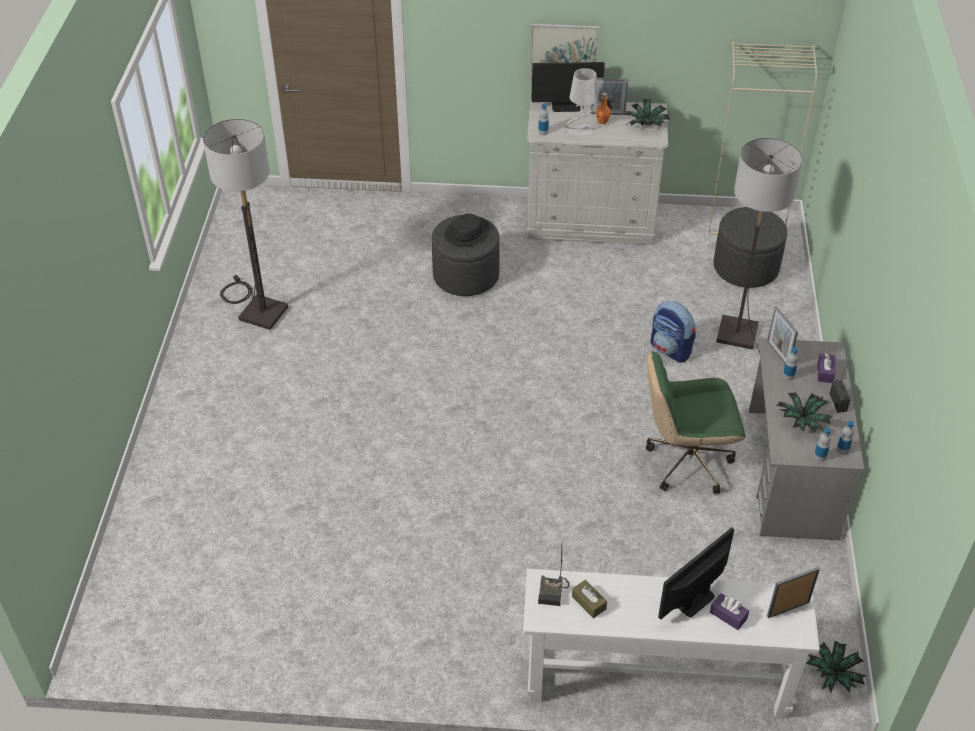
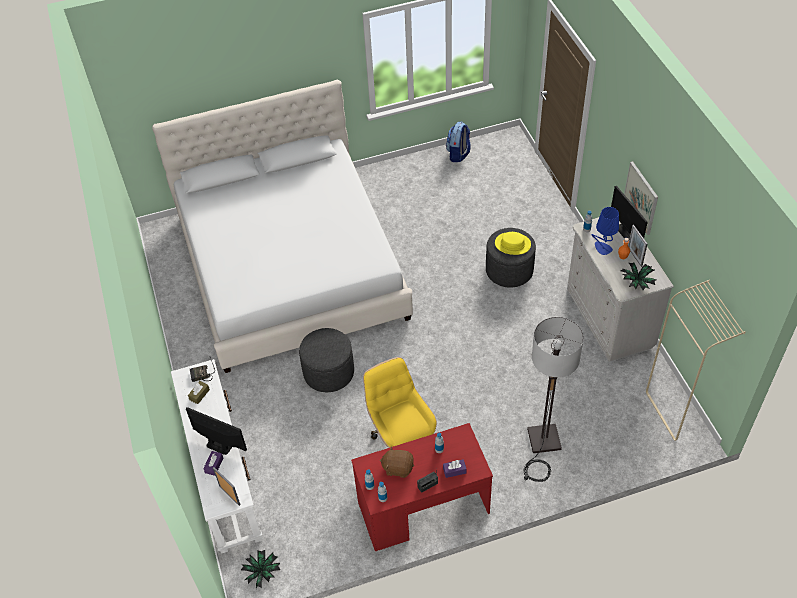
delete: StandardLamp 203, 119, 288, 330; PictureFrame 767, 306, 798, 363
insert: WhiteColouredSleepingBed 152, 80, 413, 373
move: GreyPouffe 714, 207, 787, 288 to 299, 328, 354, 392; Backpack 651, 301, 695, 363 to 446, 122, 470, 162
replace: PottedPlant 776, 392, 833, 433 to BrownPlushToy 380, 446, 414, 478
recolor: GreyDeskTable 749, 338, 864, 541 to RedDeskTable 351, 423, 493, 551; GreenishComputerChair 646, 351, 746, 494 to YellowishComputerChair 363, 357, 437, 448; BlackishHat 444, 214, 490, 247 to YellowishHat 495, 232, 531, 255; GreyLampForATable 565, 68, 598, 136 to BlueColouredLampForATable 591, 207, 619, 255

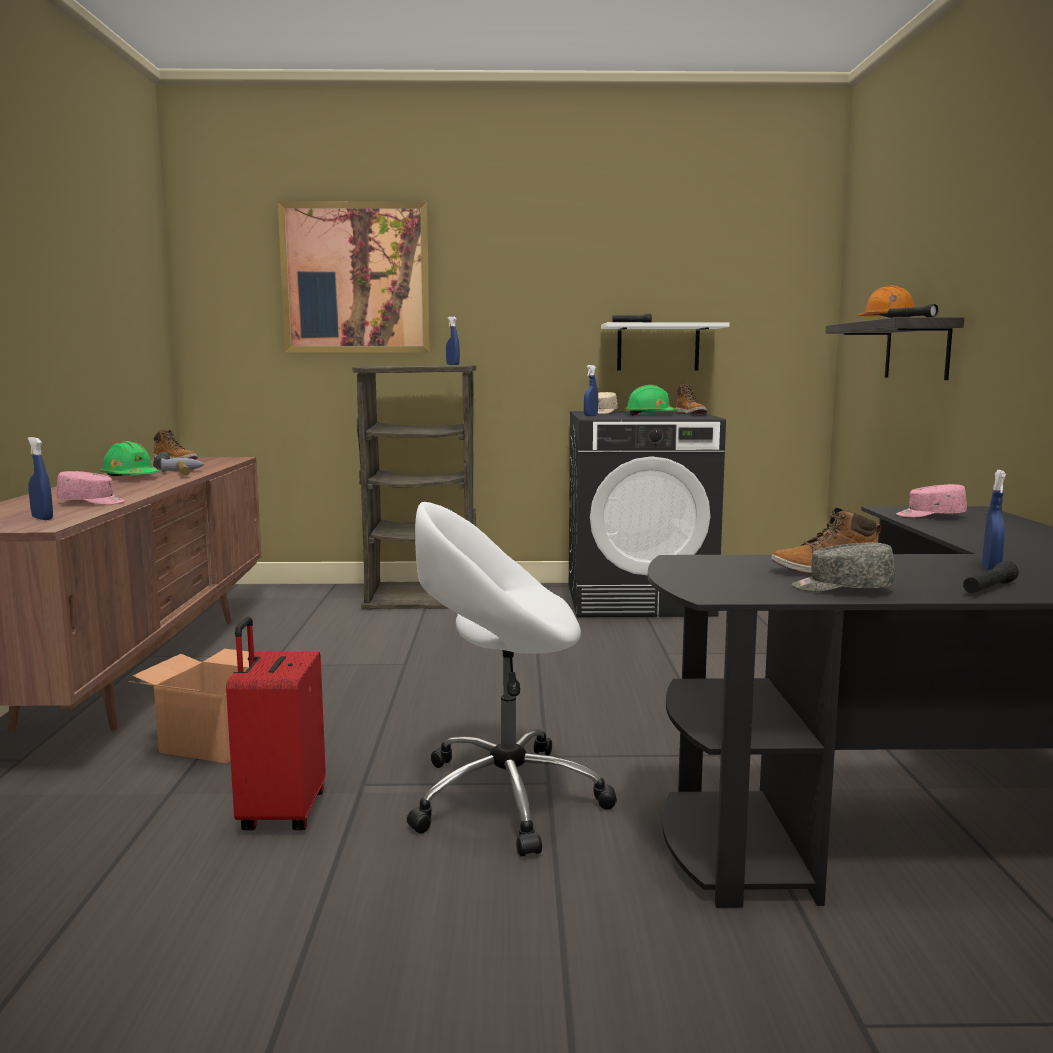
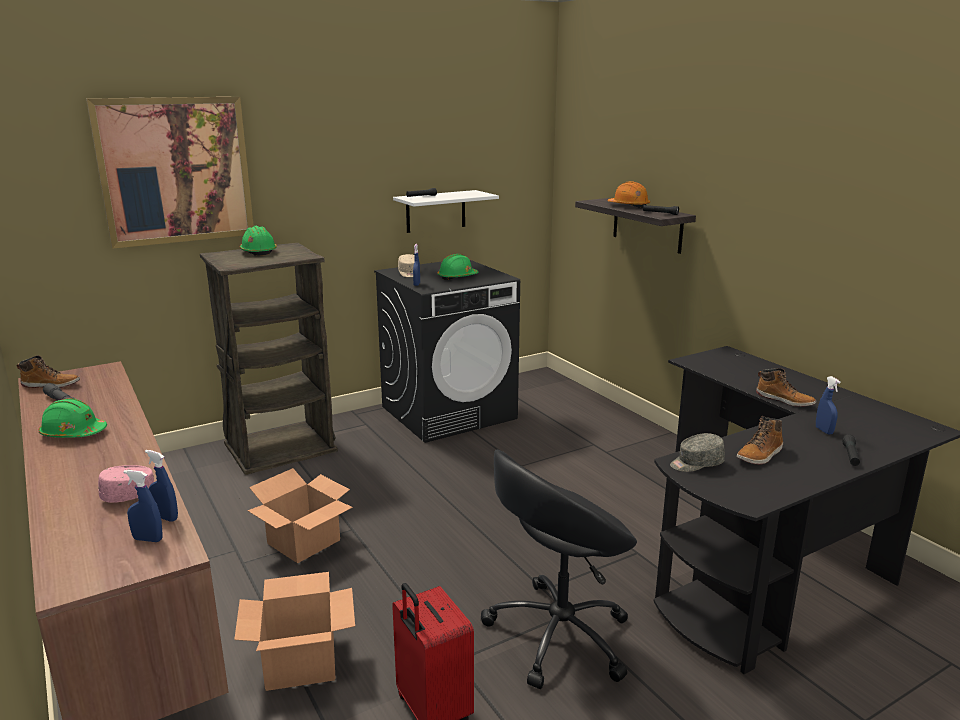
delete: ToolHammer 160, 458, 204, 476; PinkishPeakedCap 896, 484, 967, 517
insert: GreenishWorkHelmet 240, 226, 277, 256; Carton 247, 468, 353, 563
move: BlueColouredHandSprayer 446, 316, 460, 365 to 145, 450, 178, 521; GreyPeakedCap 792, 542, 895, 592 to 670, 433, 725, 472; TallBoot 676, 384, 707, 414 to 756, 368, 816, 407
recolor: WhiteColouredComputerChair 407, 502, 617, 857 to BlackishComputerChair 481, 449, 637, 689

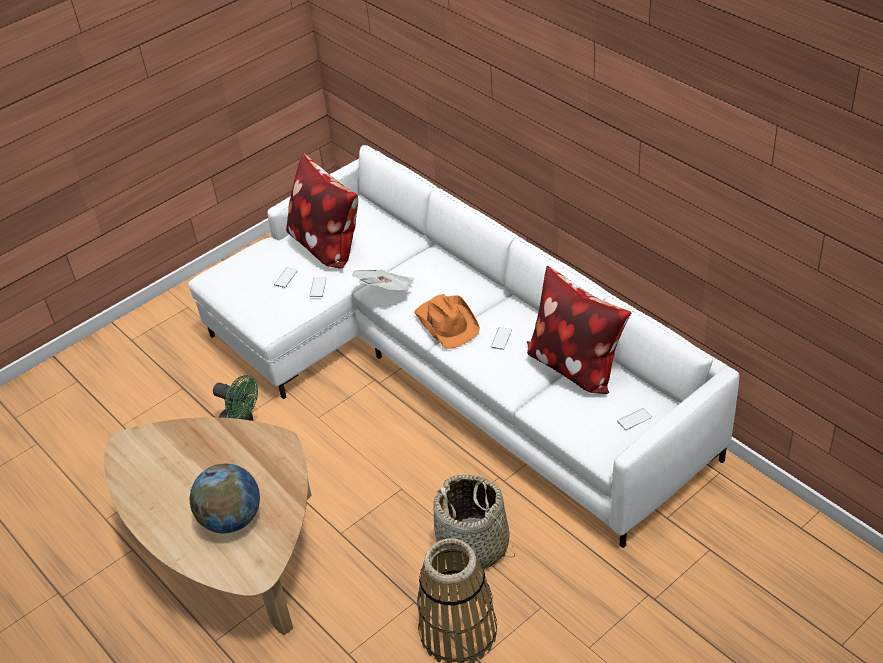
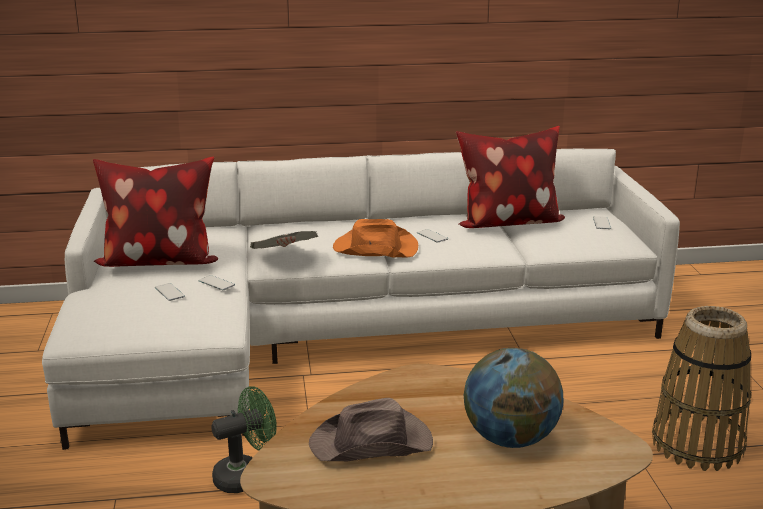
delete: HouseholdBasket 433, 474, 515, 570
insert: BrownHat 309, 398, 433, 461

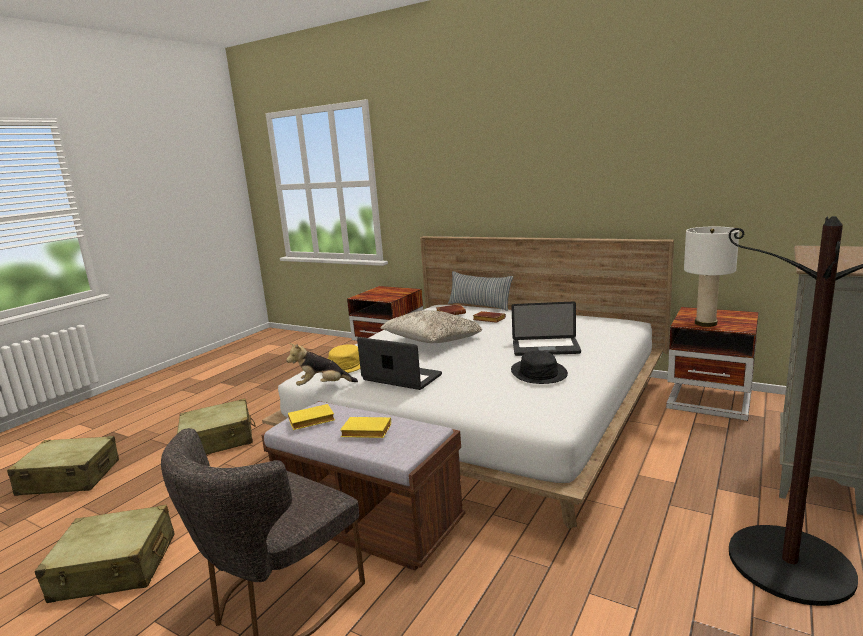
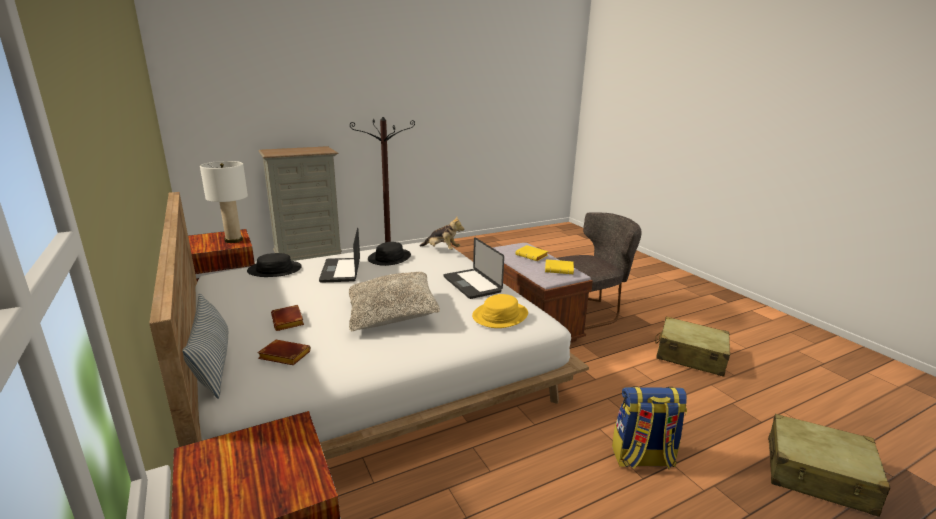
insert: BlackishHat 247, 253, 302, 277
move: PlushToy 286, 343, 358, 386 to 420, 217, 464, 250
replace: BeigePieceOfLuggage 177, 399, 256, 455 to Backpack 612, 386, 687, 469
rotate: Laptop 511, 302, 581, 356 = 319, 227, 360, 283 135 degrees counterclockwise

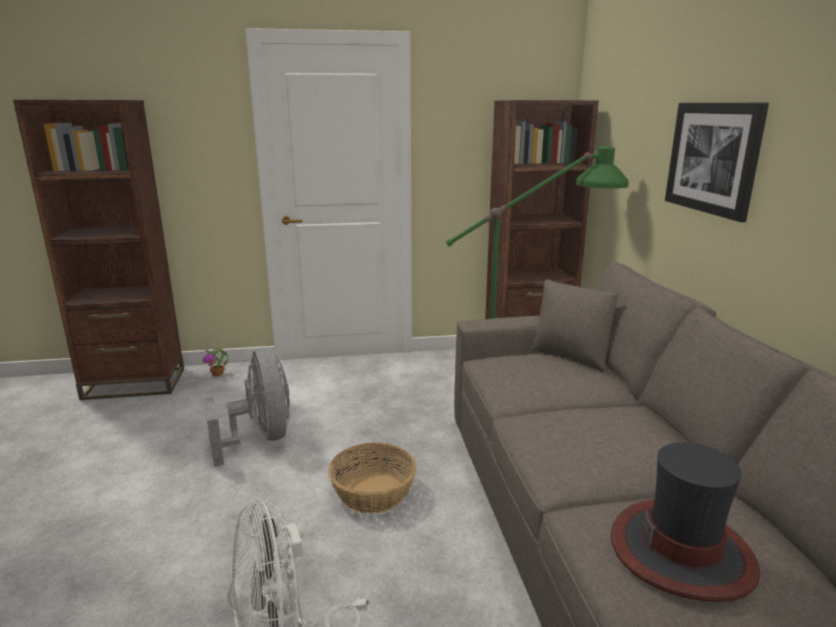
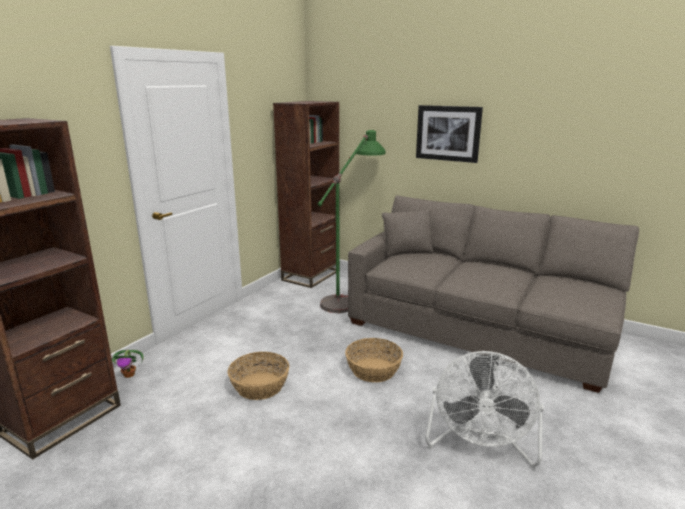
delete: Hat 611, 443, 760, 602
replace: GreyCoolingFan 204, 348, 290, 467 to HouseholdBasket 228, 352, 289, 400

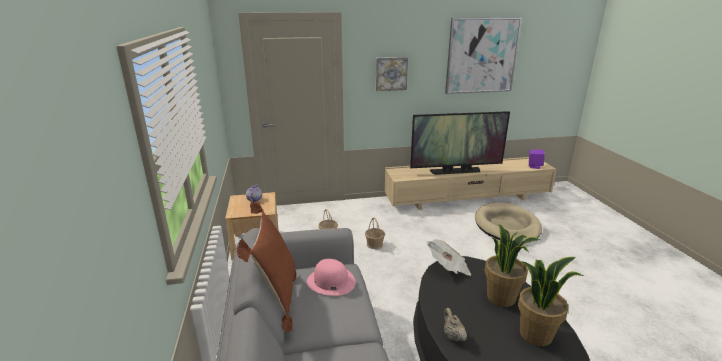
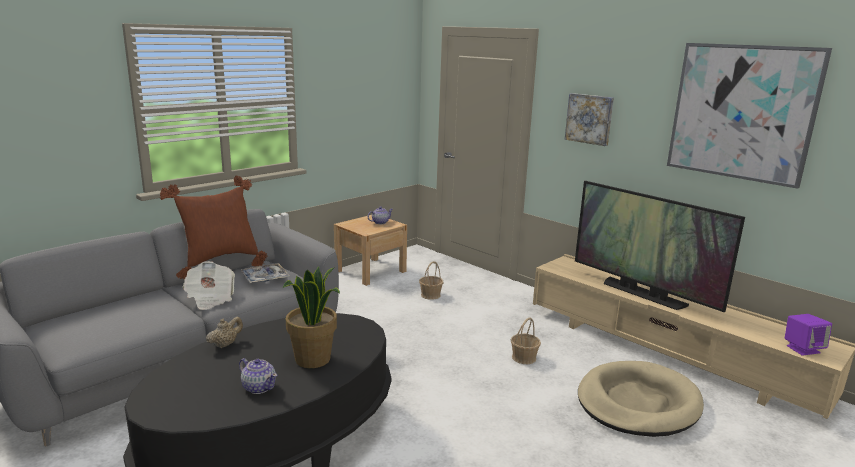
move: Newspaper 427, 239, 471, 276 to 183, 261, 235, 310; HouseholdBasket 365, 217, 385, 249 to 510, 318, 541, 364
replace: PottedPlant 518, 257, 583, 346 to PotForTea 239, 358, 277, 394; PinkishHat 307, 259, 356, 296 to Tray 241, 263, 290, 283

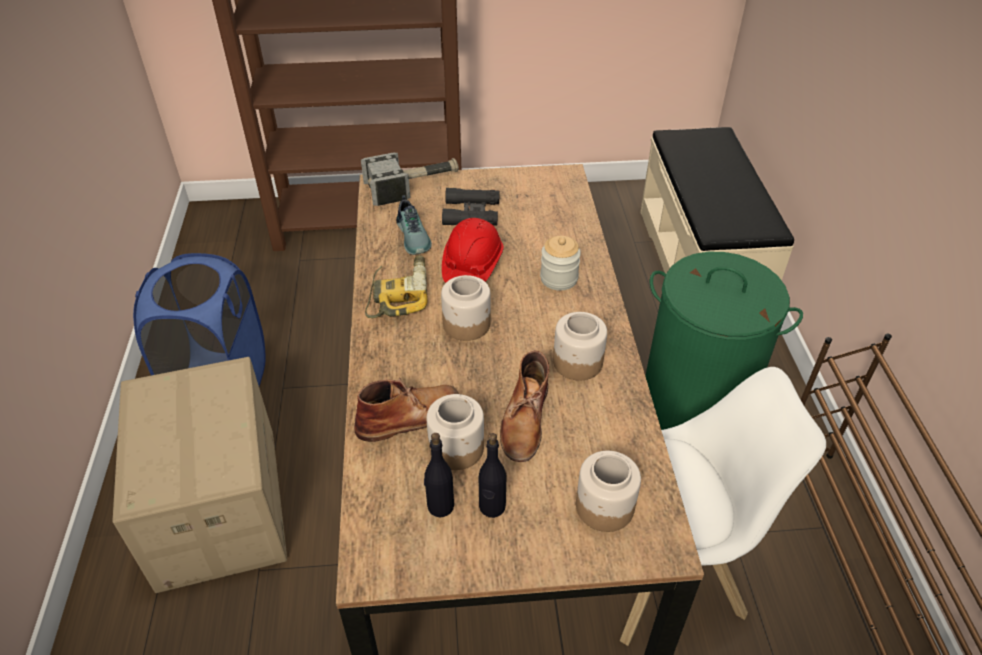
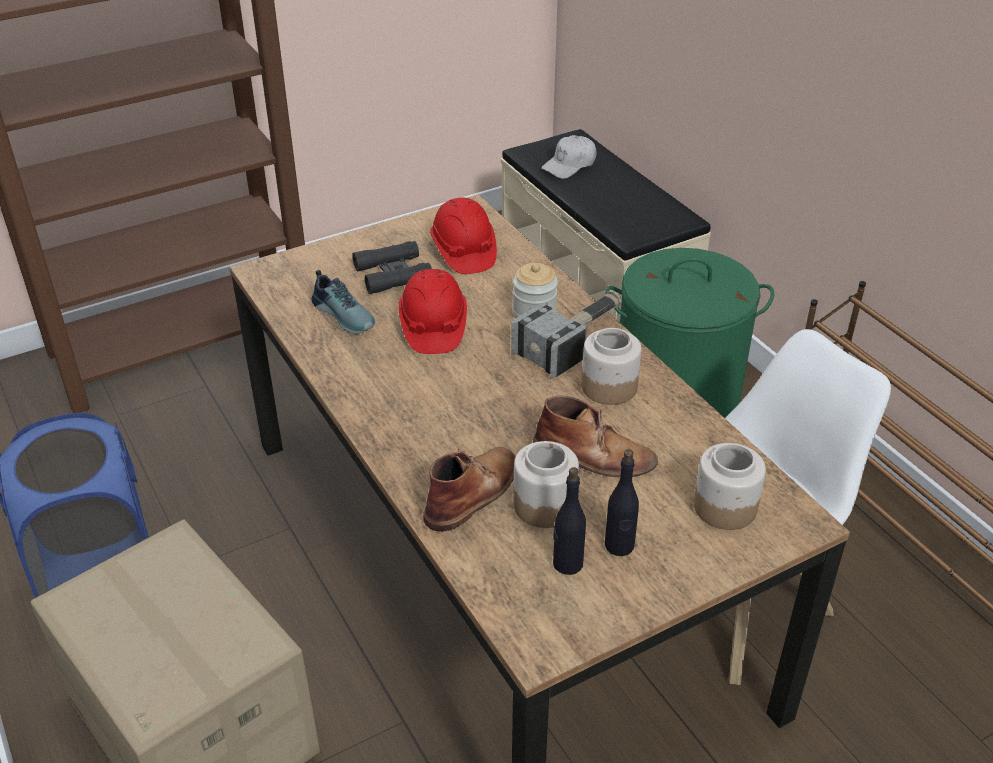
delete: Drill 365, 255, 428, 318; PreserveJar 441, 275, 491, 341
insert: RedWorkHelmet 430, 197, 497, 274; WhiteColouredPeakedCap 541, 135, 597, 179
move: ToolHammer 361, 153, 459, 206 to 511, 291, 622, 378
rotate: BrownTallBoot 500, 350, 549, 462 = 533, 395, 658, 477 60 degrees counterclockwise

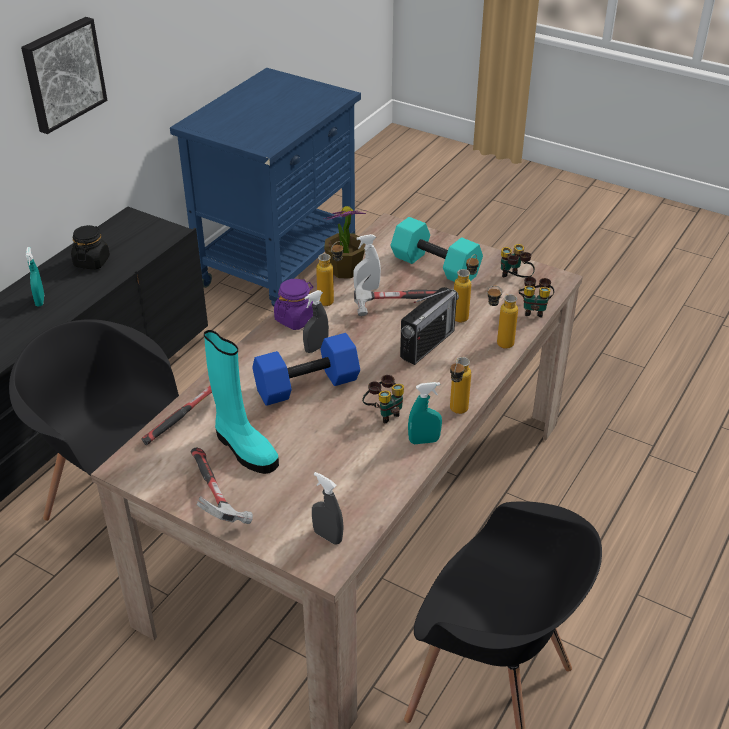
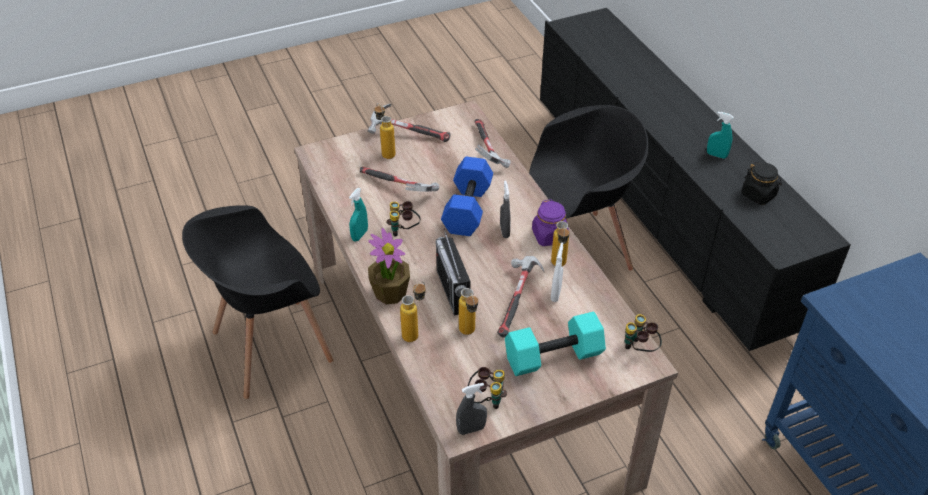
delete: WallArt 21, 17, 107, 134; TurquoiseColouredTallBoot 204, 330, 279, 474
insert: ToolHammer 360, 167, 439, 192
move: PottedPlant 324, 206, 366, 279 to 368, 228, 410, 304; BeverageBottle 450, 357, 471, 414 to 375, 103, 396, 159; GreyHandSprayer 312, 472, 344, 545 to 456, 383, 487, 435; PairOfBinoculars 519, 277, 554, 318 to 625, 314, 662, 352

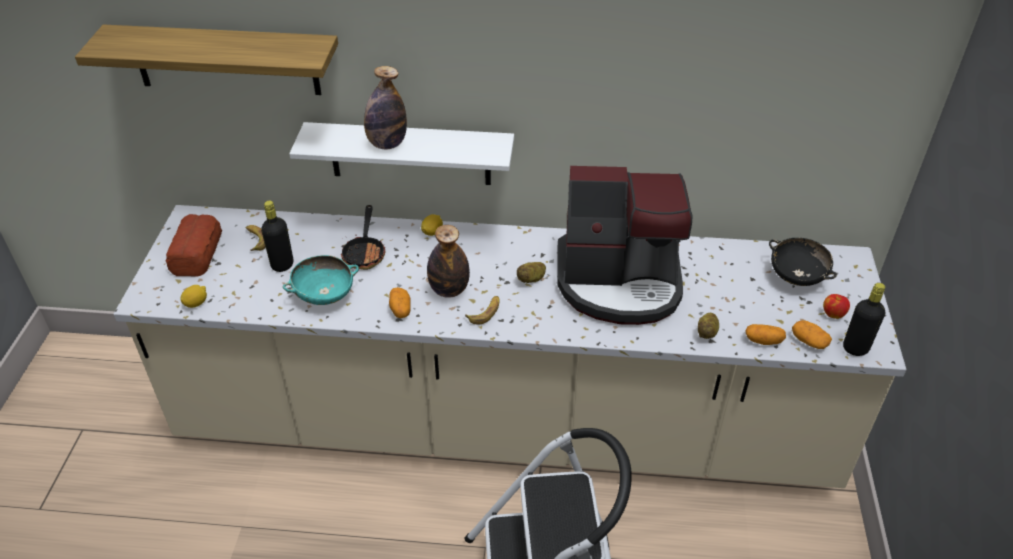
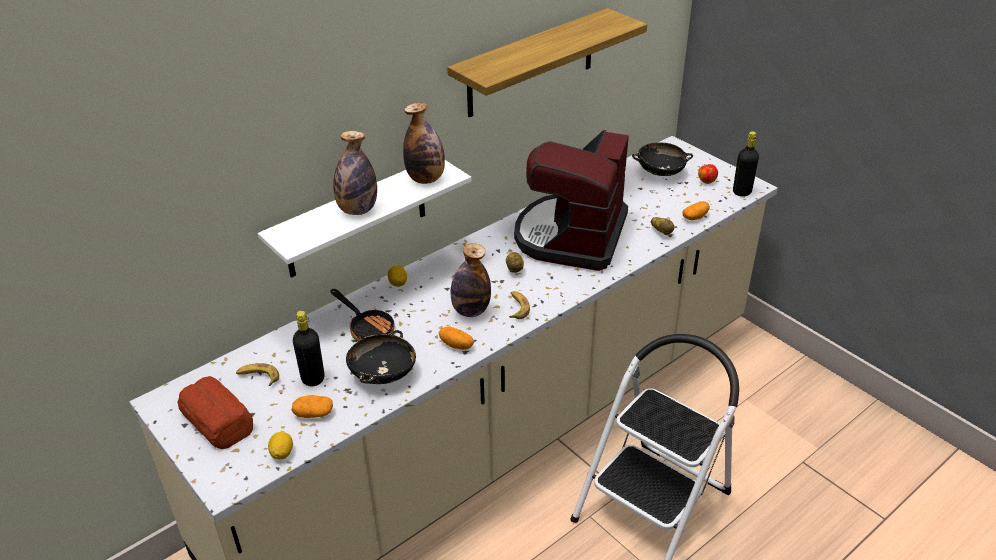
insert: BeverageBottle 403, 102, 445, 184
move: Spud 792, 320, 832, 349 to 292, 395, 333, 418; Shelf 75, 24, 338, 95 to 447, 8, 647, 117
recolor: TurquoiseColouredBowl 283, 255, 359, 305 to BlackishBowl 346, 330, 416, 384
rotate: CoffeeMaker 558, 166, 693, 325 = 514, 130, 629, 271 150 degrees clockwise

